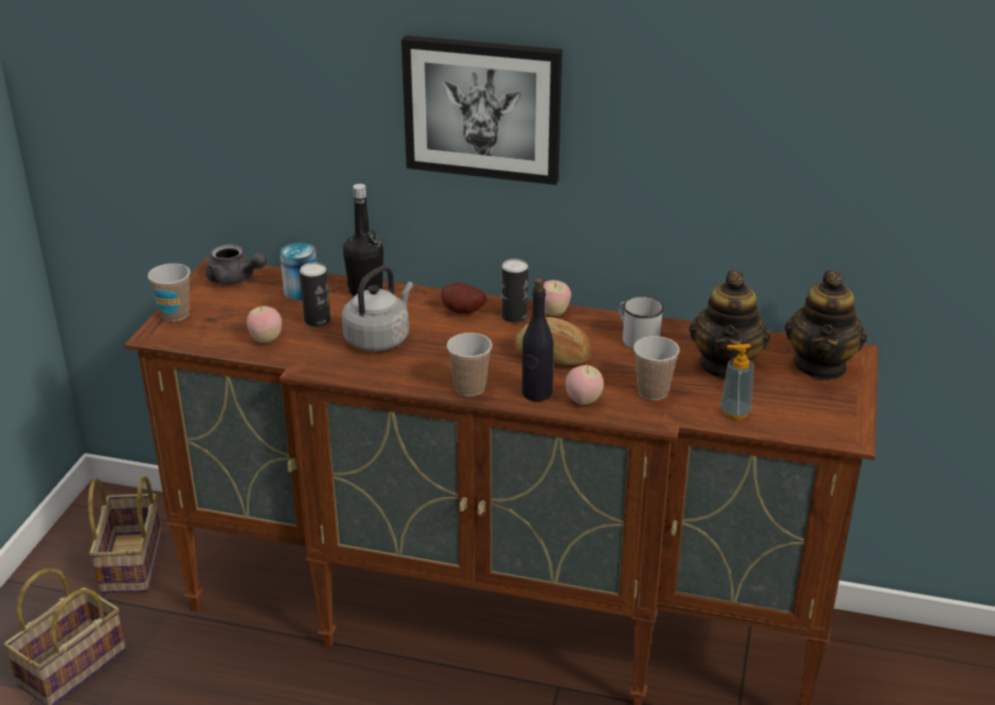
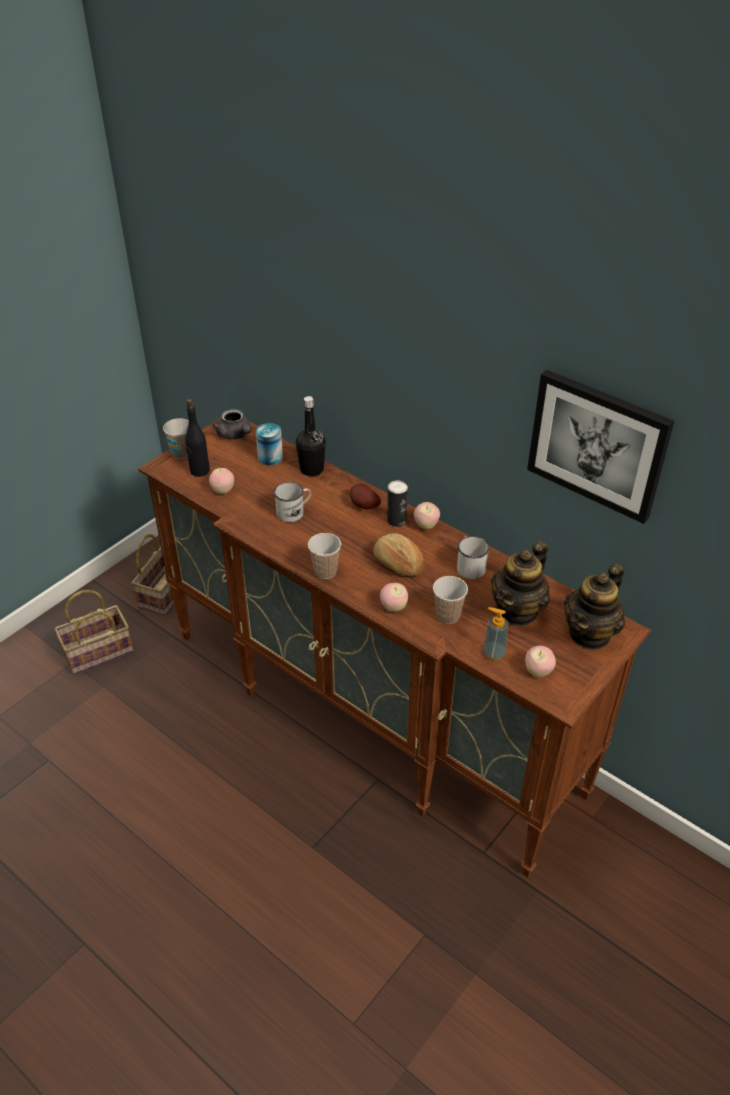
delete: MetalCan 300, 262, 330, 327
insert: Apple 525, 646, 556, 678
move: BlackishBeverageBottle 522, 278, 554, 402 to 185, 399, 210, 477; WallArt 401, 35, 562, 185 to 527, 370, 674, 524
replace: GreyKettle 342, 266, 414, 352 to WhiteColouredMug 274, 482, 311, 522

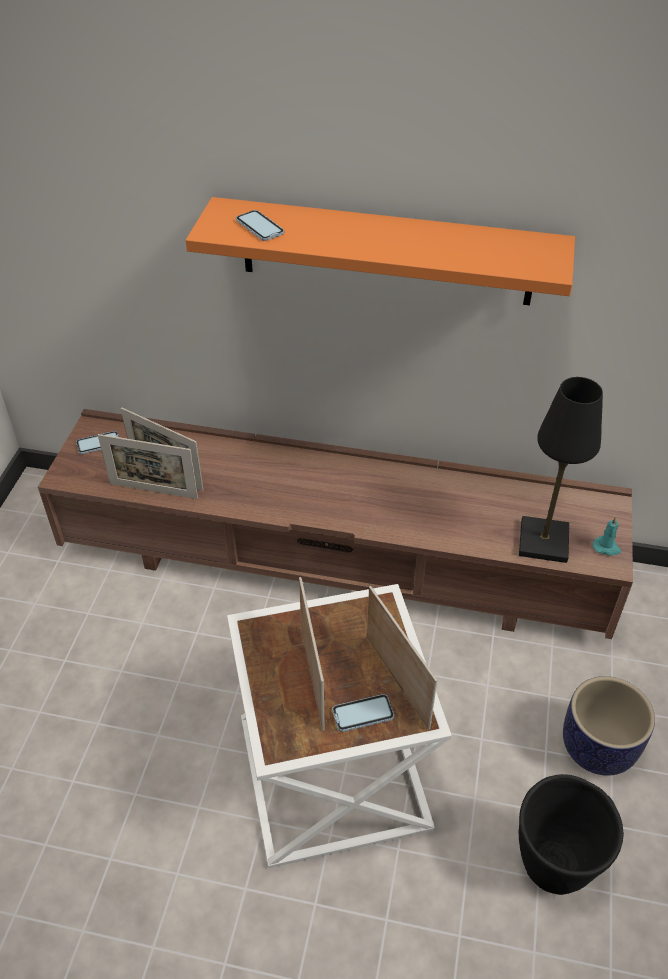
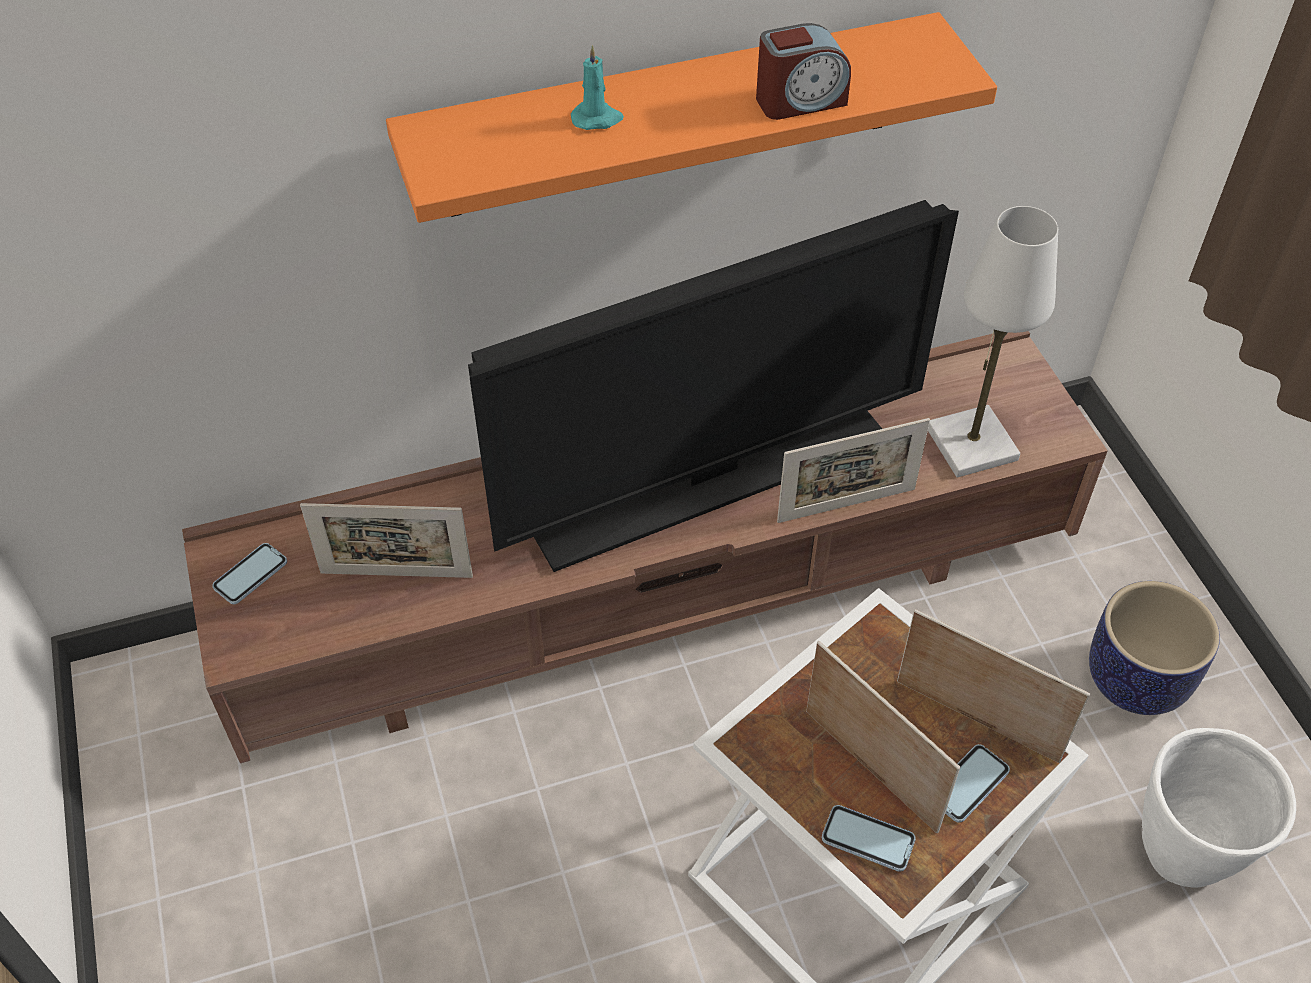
insert: Television 468, 200, 959, 572; AlarmClock 756, 23, 851, 120
move: TurquoiseColouredWaxLight 593, 516, 621, 556 to 571, 45, 624, 130; PictureFrame 98, 434, 198, 499 to 777, 418, 930, 523; Telephone 236, 210, 284, 241 to 822, 805, 916, 872
recolor: BlackishLampForATable 519, 377, 603, 563 to WhiteColouredLampForATable 928, 206, 1058, 478; BlackishPlanter 519, 774, 624, 895 to WhiteColouredPlanter 1142, 728, 1296, 888

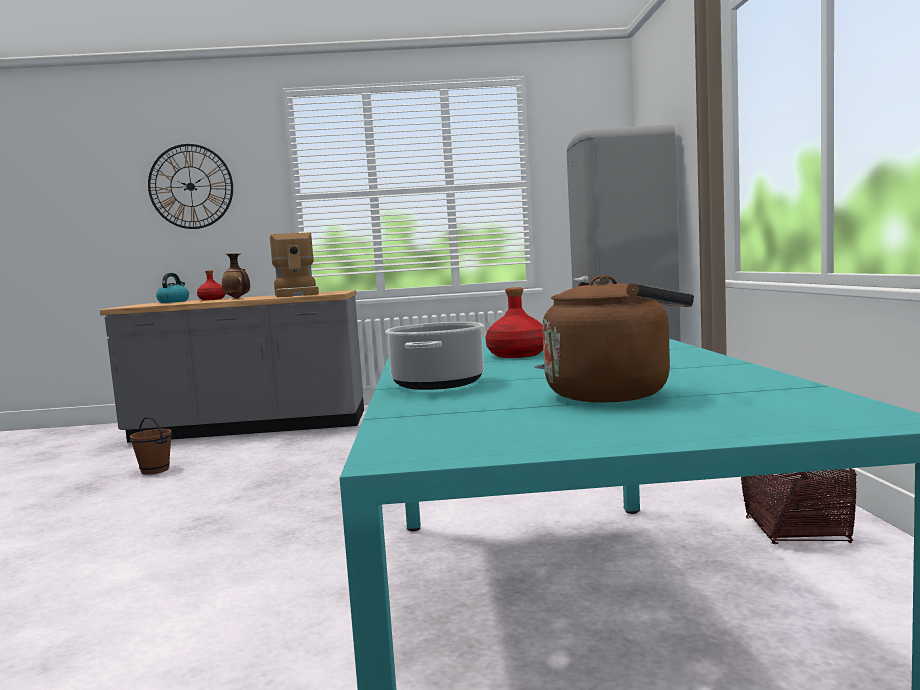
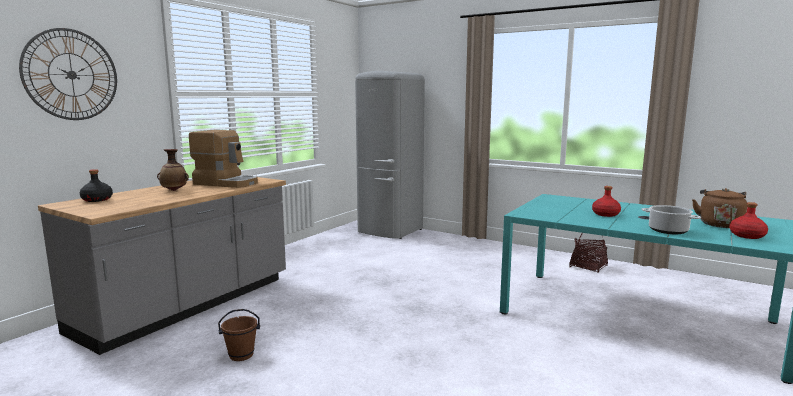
move: RedBeverageBottle 197, 270, 225, 300 to 730, 202, 768, 239
replace: Kettle 156, 273, 189, 303 to BlackishBeverageBottle 80, 169, 113, 202

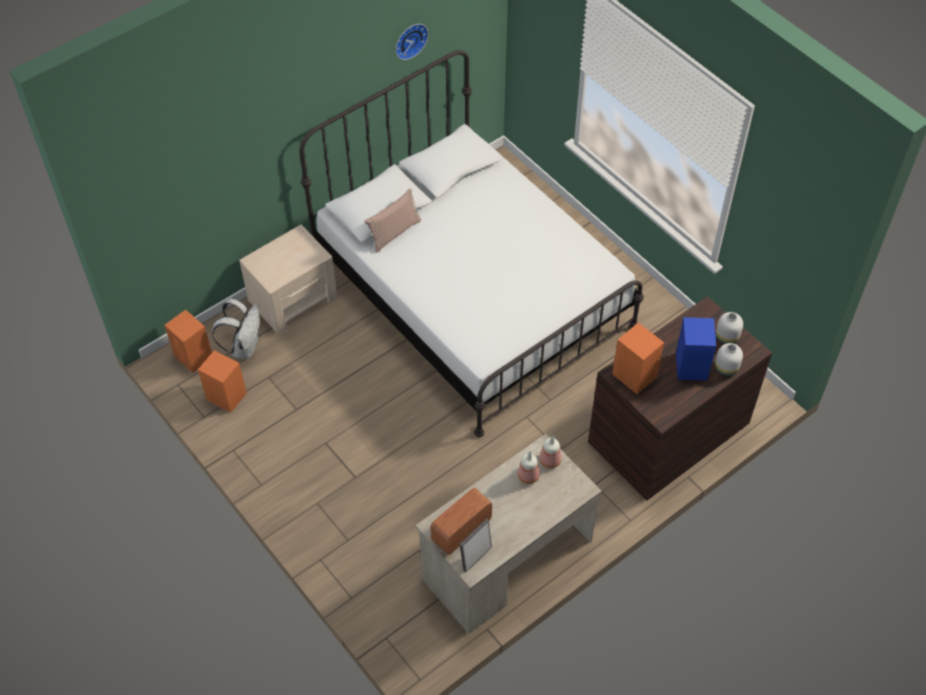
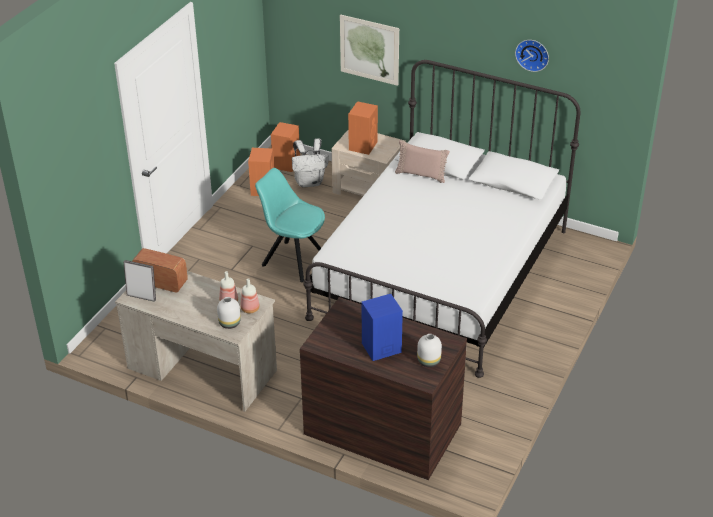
insert: TurquoiseColouredPlainChair 255, 168, 325, 282; WallArt 340, 14, 399, 86
move: WhiteColouredFlowerVase 715, 343, 743, 376 to 217, 297, 241, 329; OrangeySpeaker 612, 323, 664, 394 to 348, 101, 378, 155

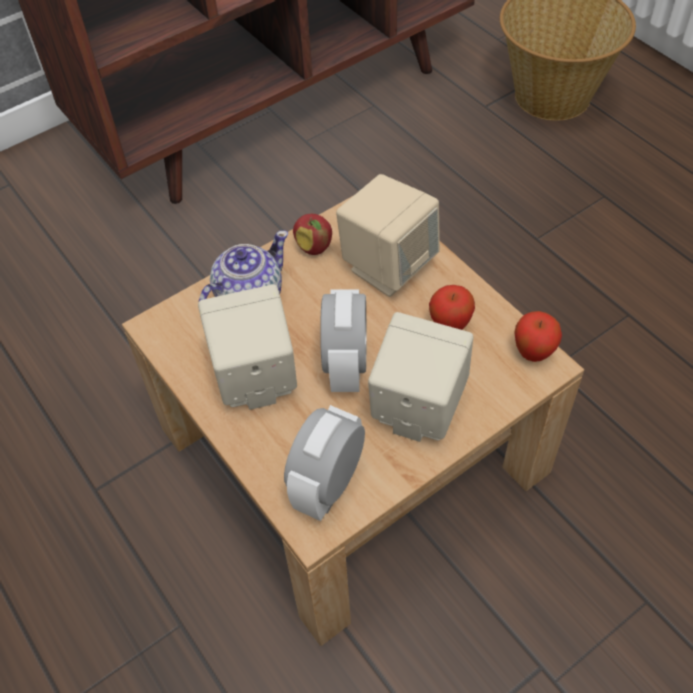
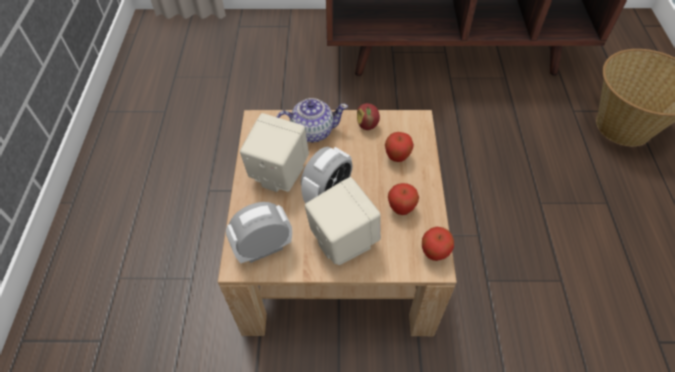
replace: BeigeSpeaker 336, 174, 440, 297 to Apple 385, 132, 414, 162

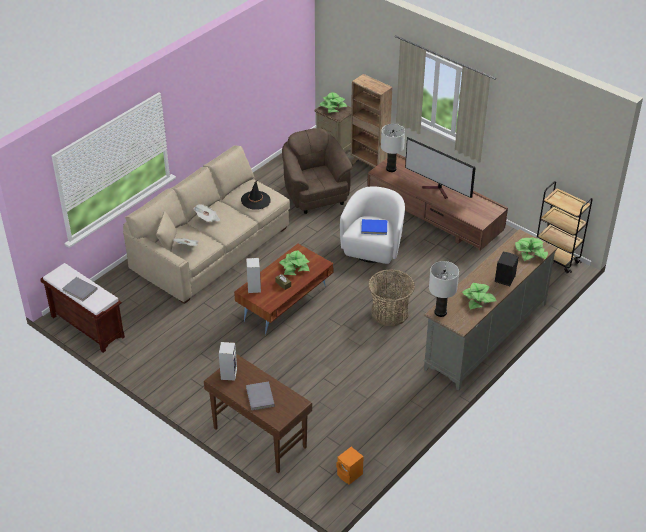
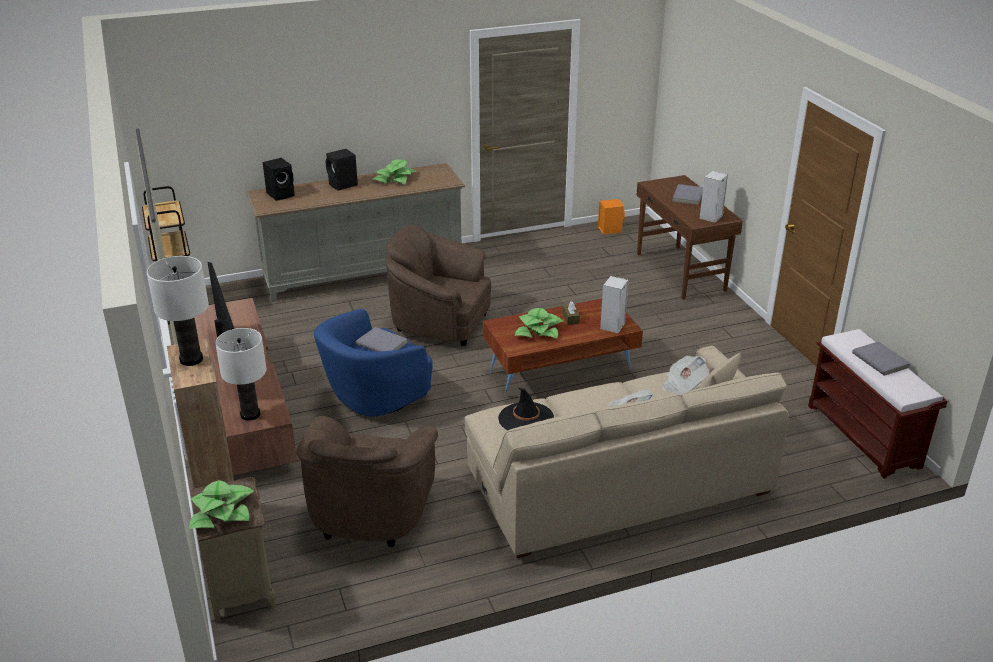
move: WhiteColouredLampForATable 429, 261, 459, 317 to 147, 256, 209, 366
replace: PottedPlant 515, 237, 548, 261 to BlackishSpeaker 263, 158, 295, 201; HouseholdBasket 368, 269, 415, 326 to BrownLoungeChair 385, 225, 491, 346
recolor: WhiteColouredLoungeChair 340, 186, 405, 264 to BlueColouredLoungeChair 314, 309, 433, 416; BlueColouredBoundBook 361, 219, 387, 235 to GreyBoundBook 356, 327, 407, 352

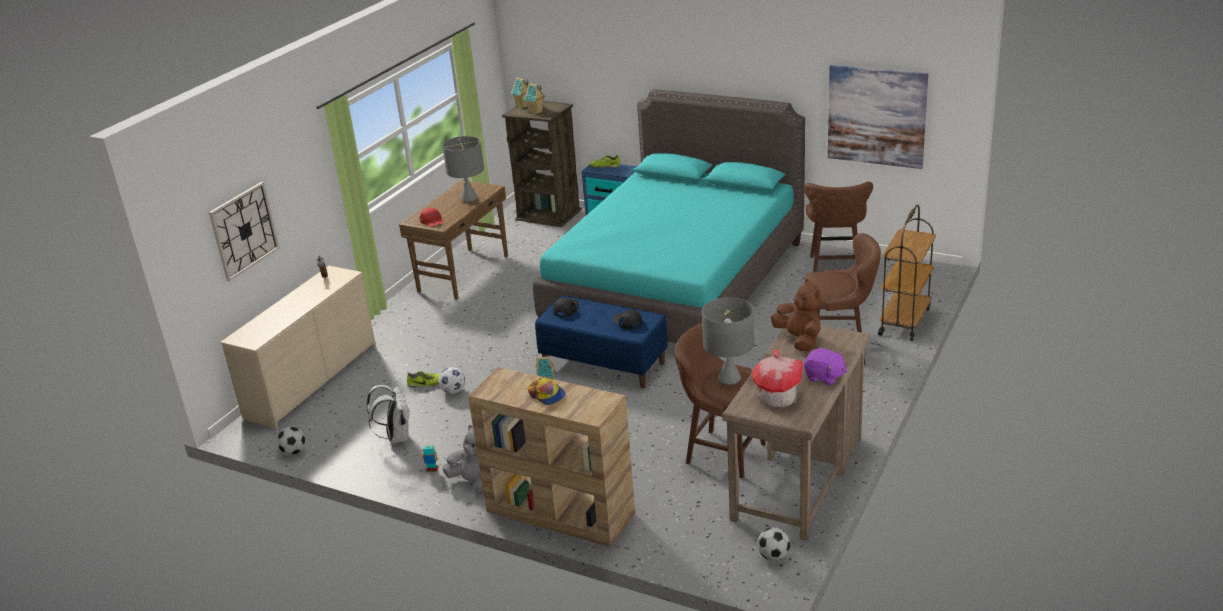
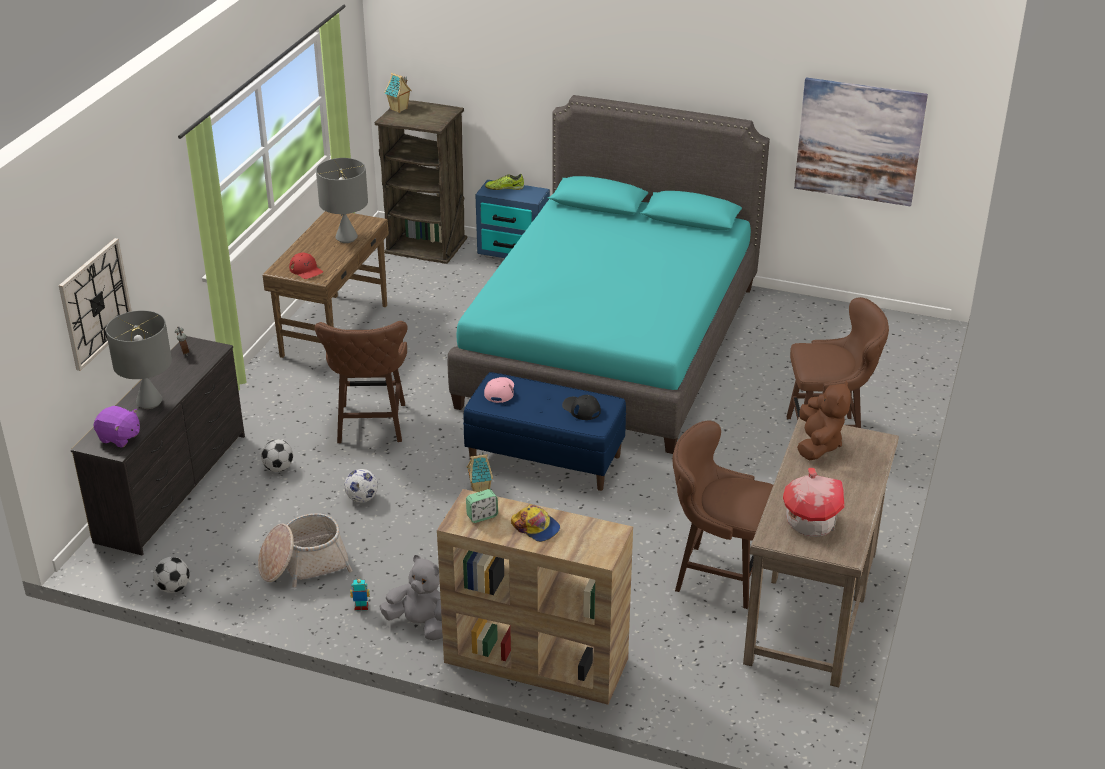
delete: ItemOfFootwear 407, 371, 440, 387; ToyHouse 524, 83, 545, 114; BrownWheeledCart 878, 204, 936, 341
insert: AlarmClock 466, 489, 498, 523
move: PurplePlushToy 804, 348, 847, 386 to 94, 406, 140, 448; GreyLampForATable 702, 297, 754, 385 to 106, 310, 172, 409; FootballBall 757, 527, 790, 561 to 261, 440, 293, 472; BrownStool 804, 181, 873, 272 to 315, 321, 408, 443
replace: WhiteColouredBackpack 366, 385, 410, 444 to HouseholdBasket 258, 513, 353, 587
recolor: BeigeChestOfDrawers 220, 266, 376, 429 to BlackishChestOfDrawers 71, 336, 245, 556; BlackishPeakedCap 553, 298, 579, 317 to PinkishPeakedCap 484, 377, 514, 403
rotate: BrownPlushToy 771, 279, 821, 352 = 797, 381, 851, 460 45 degrees clockwise

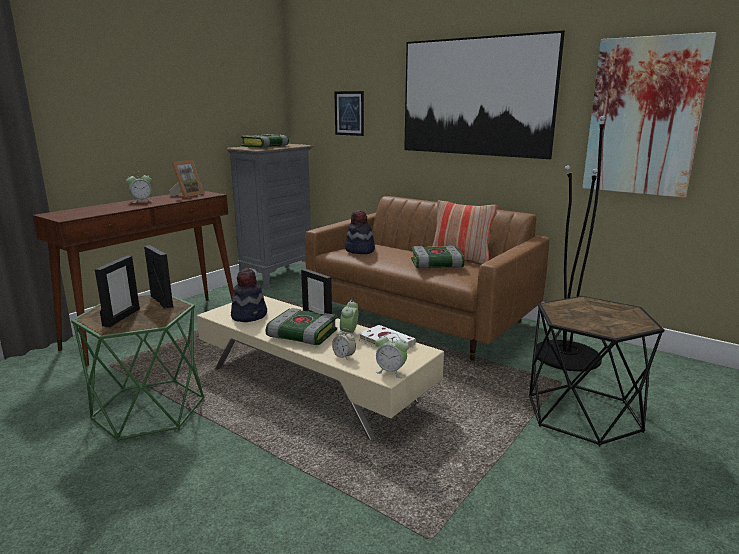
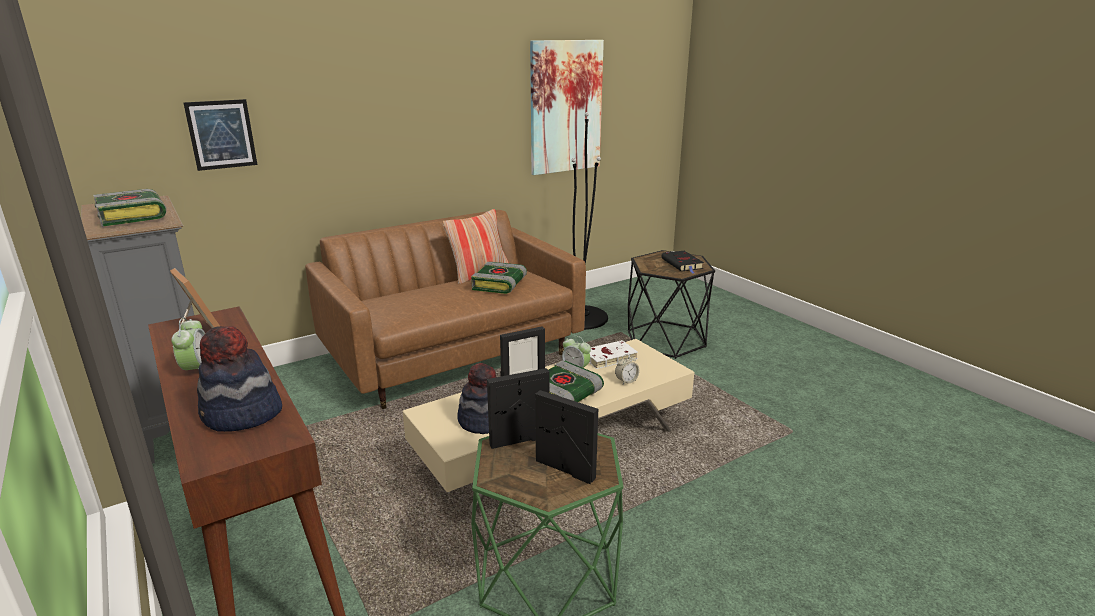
delete: AlarmClock 375, 332, 409, 378; WallArt 404, 30, 565, 159
insert: BlackishBoundBook 661, 251, 704, 274
move: Hat 345, 210, 375, 254 to 197, 326, 282, 432

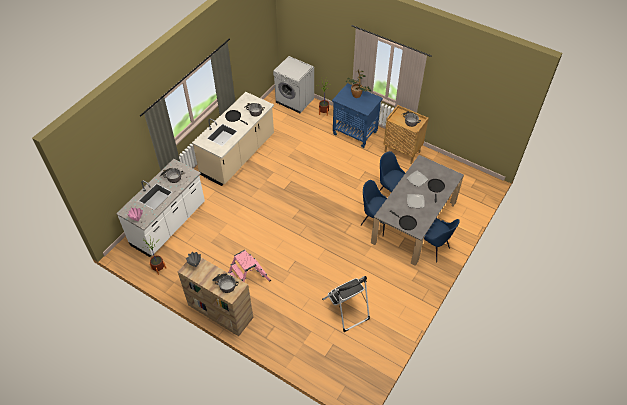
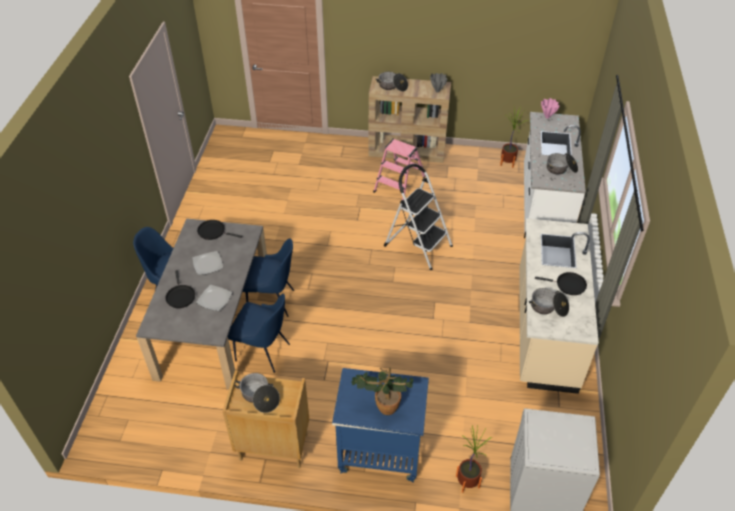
move: Stepladder 322, 276, 370, 332 to 384, 164, 453, 270

